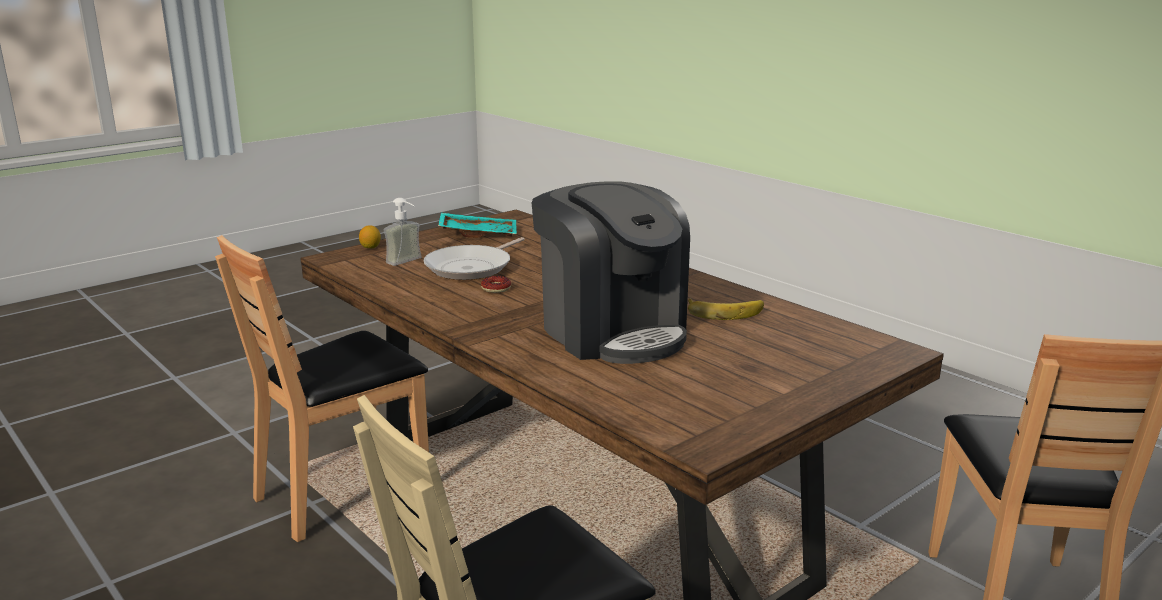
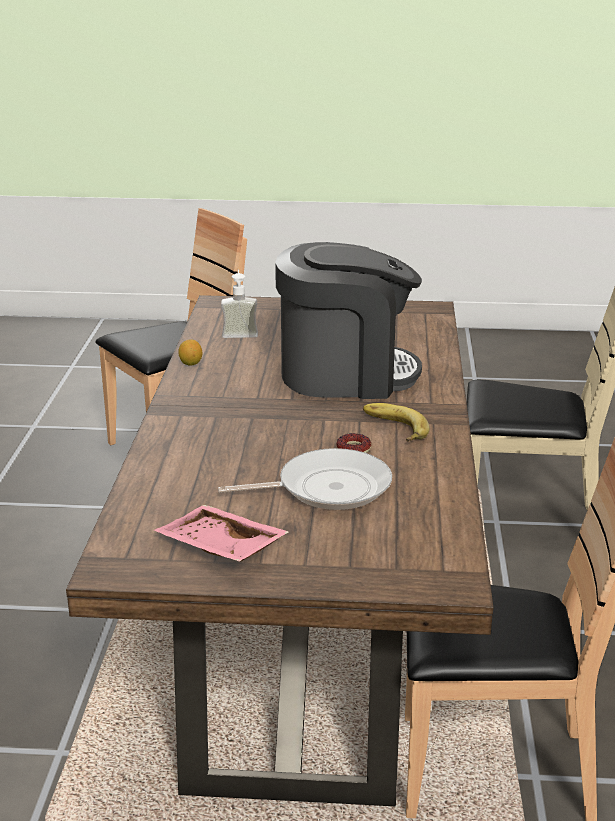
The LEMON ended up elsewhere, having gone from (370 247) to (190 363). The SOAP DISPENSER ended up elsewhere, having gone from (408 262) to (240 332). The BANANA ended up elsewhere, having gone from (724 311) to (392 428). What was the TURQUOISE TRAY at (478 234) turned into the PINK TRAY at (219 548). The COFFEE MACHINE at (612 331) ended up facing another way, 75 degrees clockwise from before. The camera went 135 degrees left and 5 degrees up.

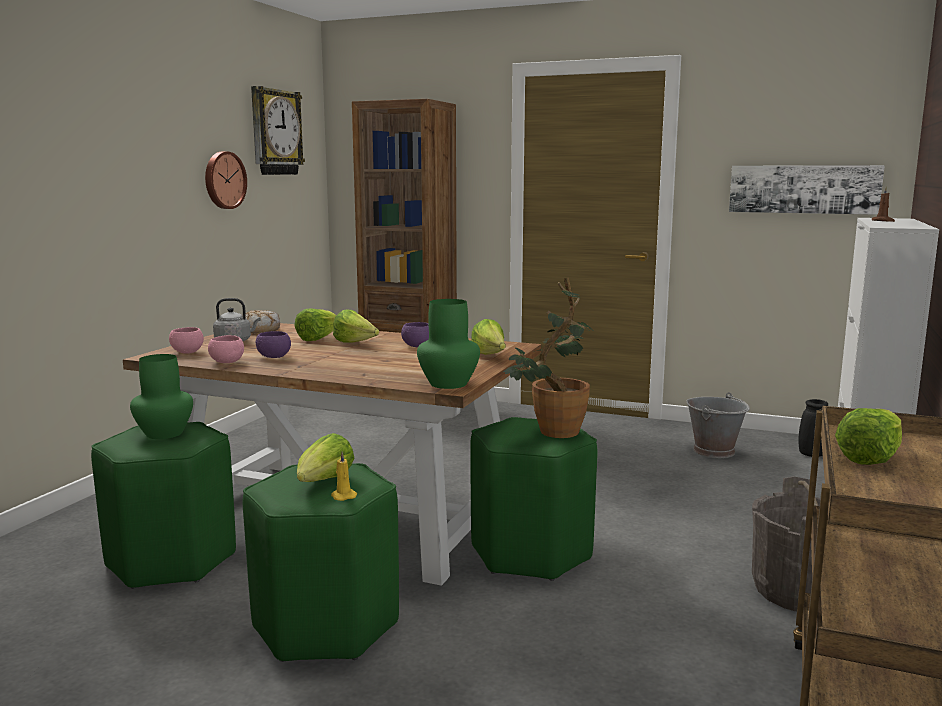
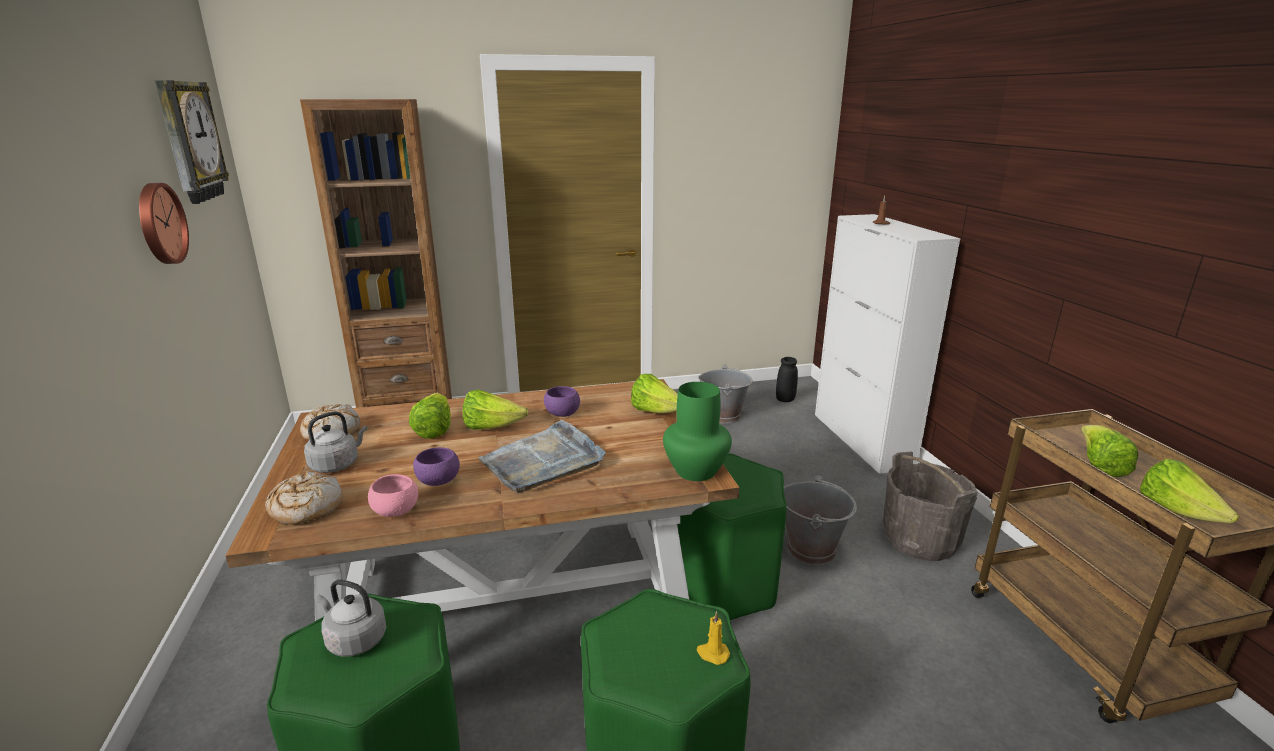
The second view lost the POTTED PLANT at (551 433). The second view lost the PICTURE at (803 189). The second view gained the GREY TRAY at (543 461). The second view gained the GREY BUCKET at (811 549). The LETTUCE ended up elsewhere, having gone from (324 482) to (1176 512). Where the GREEN VASE stood at (163 433), the GREY KETTLE came to stand at (354 640). Where the PINK BOWL stood at (187 352), the BREAD came to stand at (305 508). The camera went 35 degrees left and 10 degrees up.

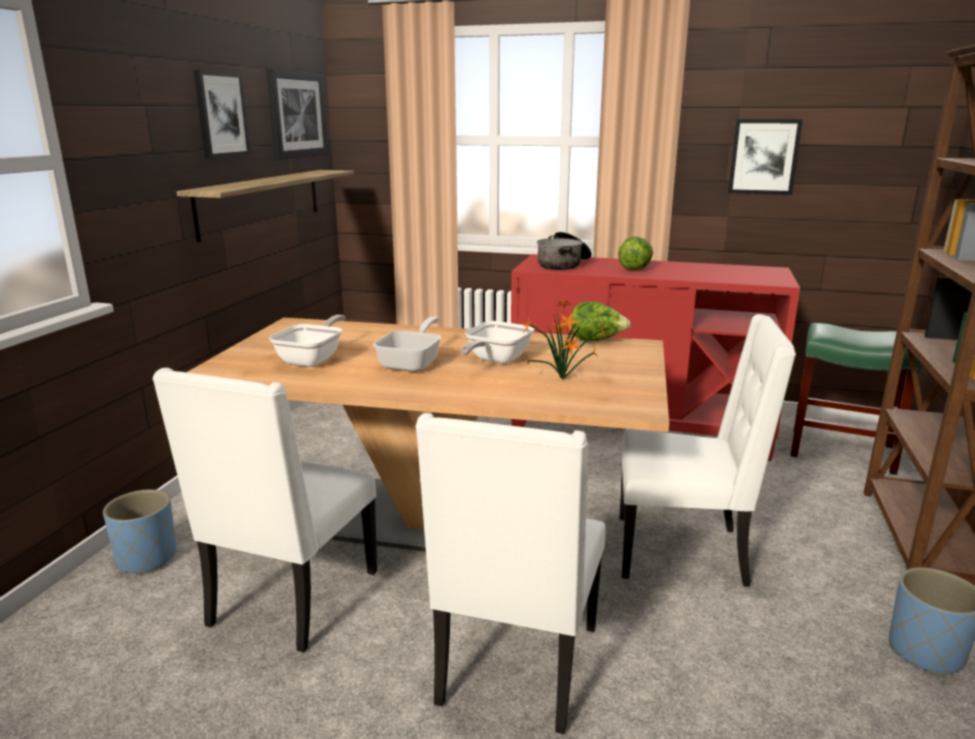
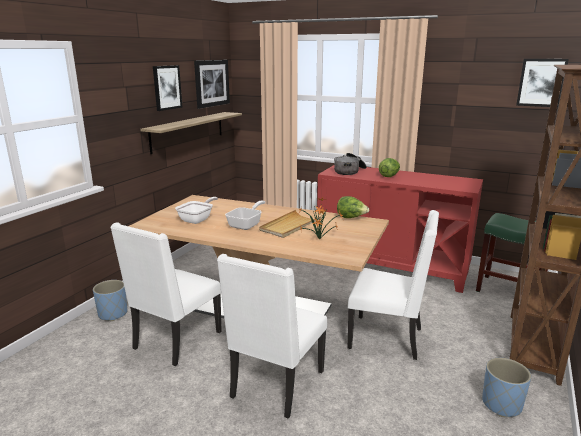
The PICTURE ended up elsewhere, having gone from (763 156) to (541 82). Where the FRYING PAN stood at (495 360), the BEIGE TRAY came to stand at (290 226). The camera went 10 degrees right and 0 degrees up.

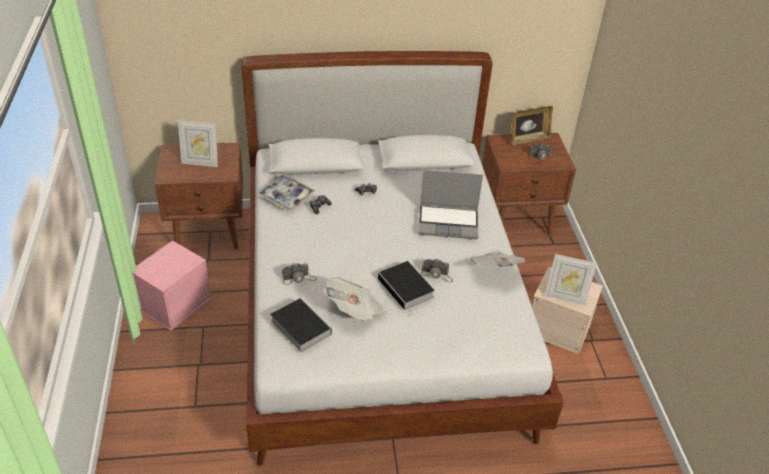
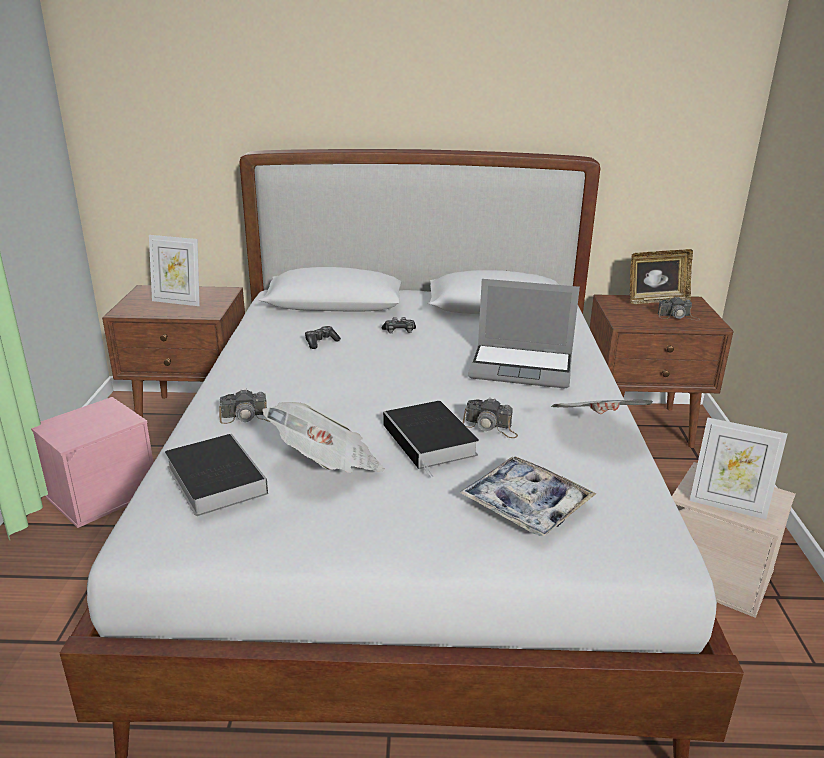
The TRAY ended up elsewhere, having gone from (285 197) to (526 505). The camera went 10 degrees right and 15 degrees down.

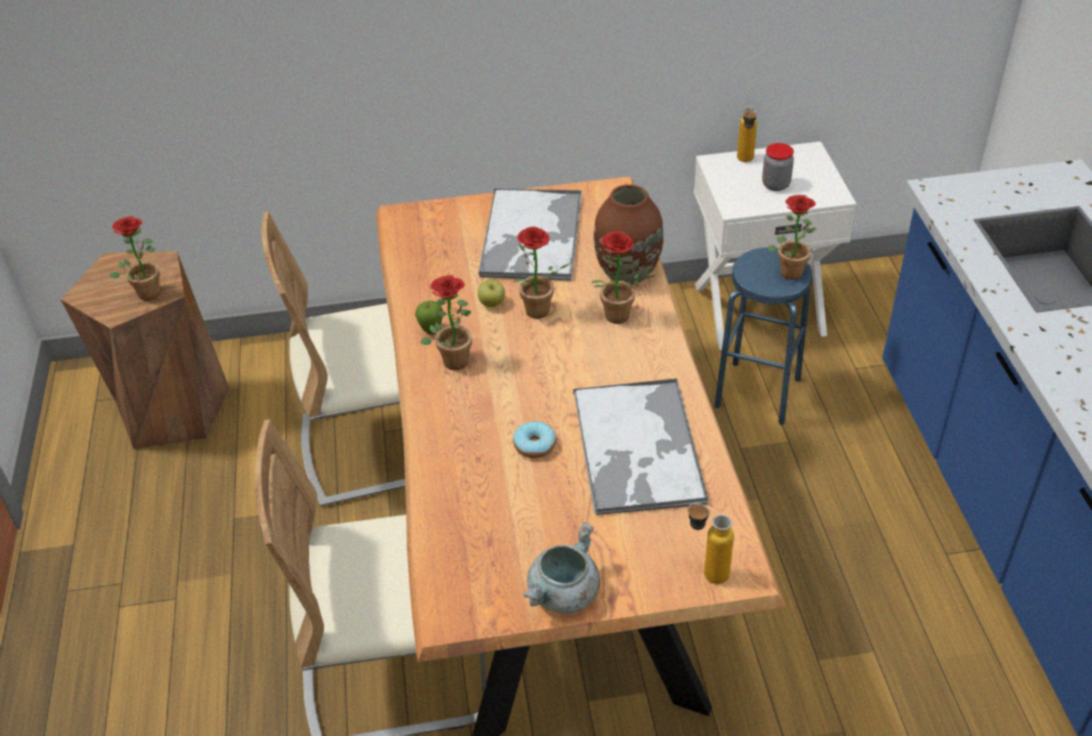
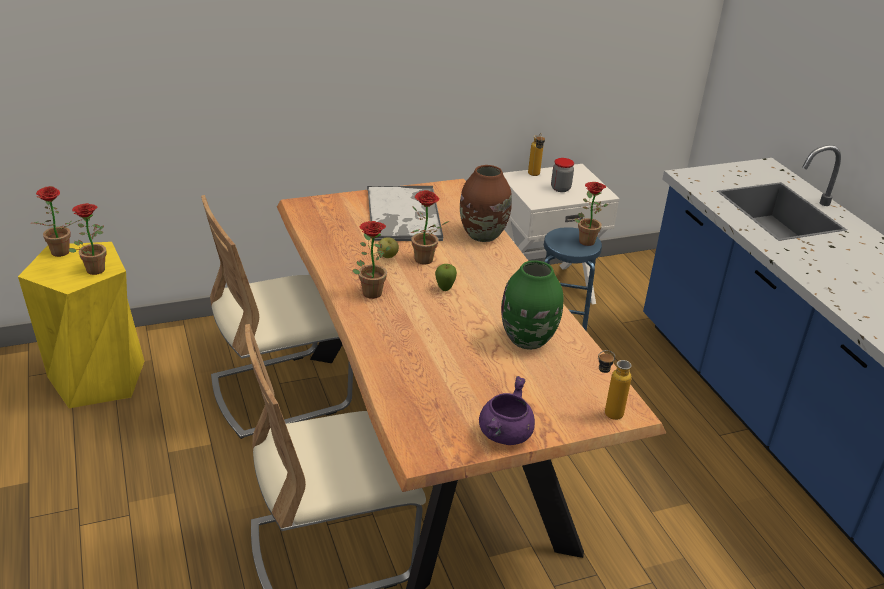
The second view lost the DONUT at (535 445). The APPLE ended up elsewhere, having gone from (431 331) to (444 289). The POTTED PLANT ended up elsewhere, having gone from (616 319) to (58 254). Where the TRAY stood at (638 448), the GREEN VASE came to stand at (528 340). What was the BROWN STOOL at (172 409) turned into the YELLOW STOOL at (97 378). What was the GREY COOKING POT at (563 595) turned into the PURPLE COOKING POT at (505 435). The camera went 15 degrees left and 10 degrees down.

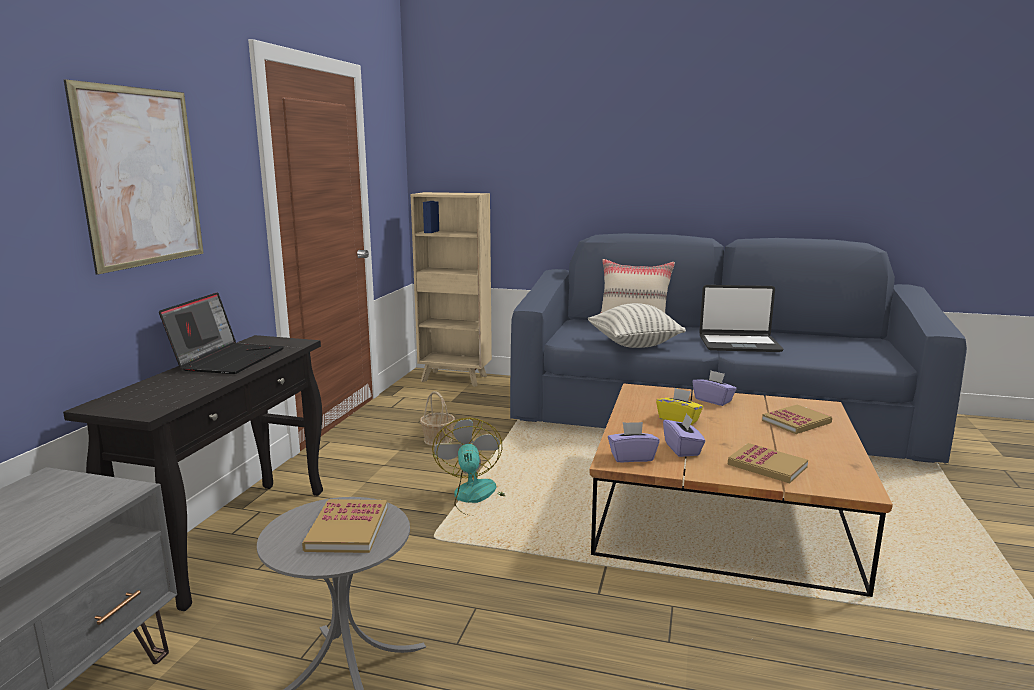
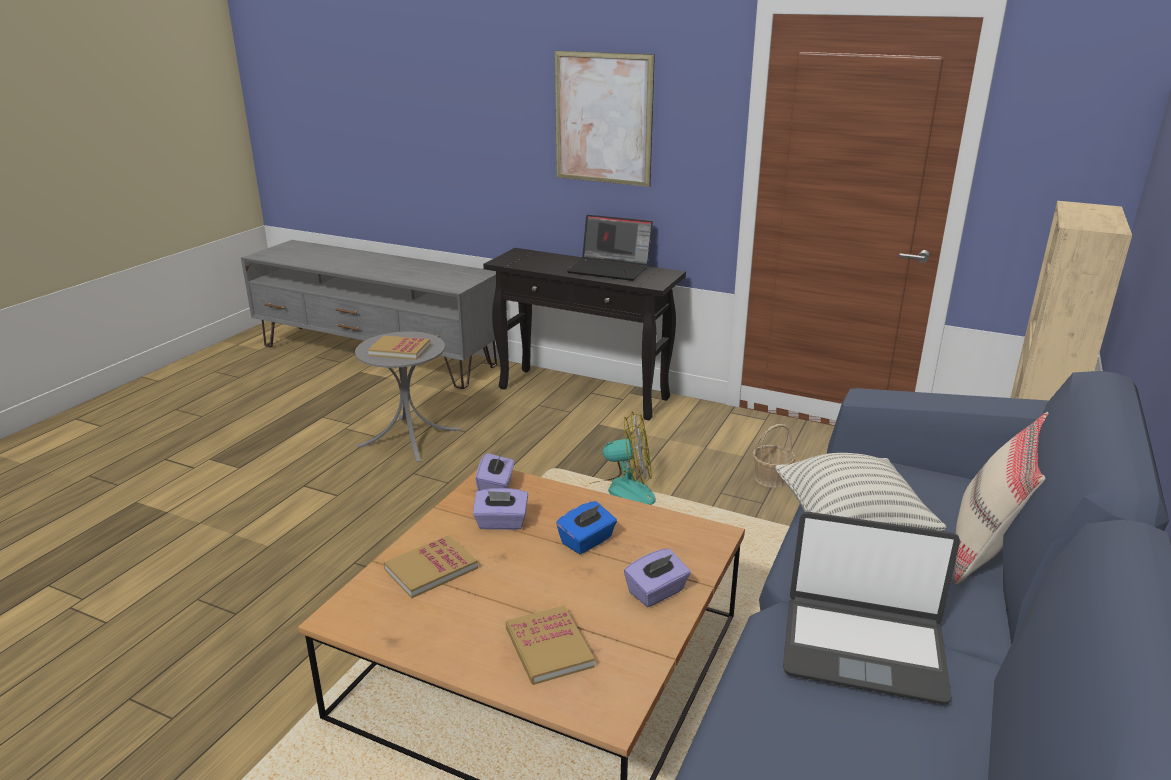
What was the YELLOW TISSUE BOX at (678 420) turned into the BLUE TISSUE BOX at (587 541). The LAPTOP at (739 344) ended up facing another way, 90 degrees counterclockwise from before. The camera went 100 degrees right and 10 degrees up.

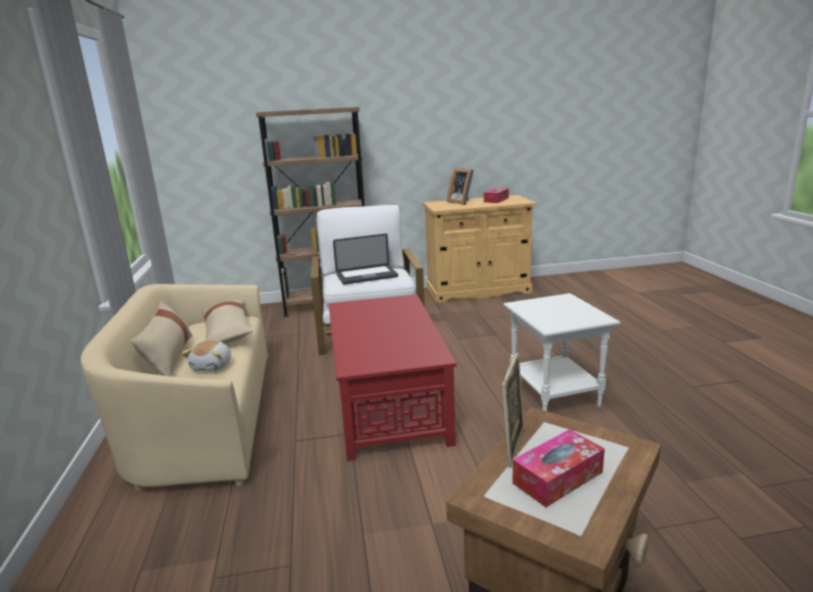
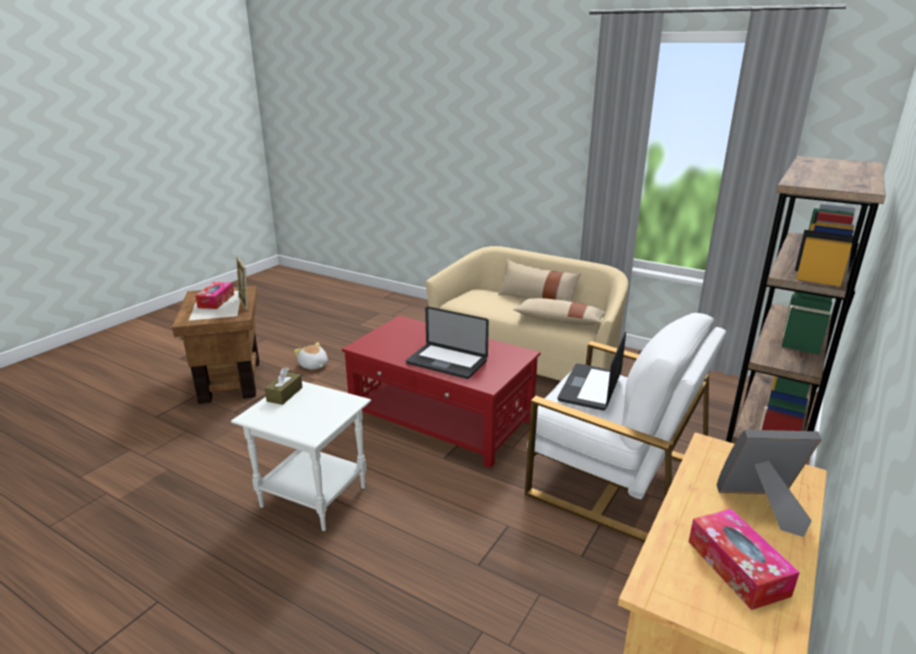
The second view gained the BROWN TISSUE BOX at (284 394). The second view gained the LAPTOP at (446 362). The PLUSH TOY ended up elsewhere, having gone from (213 366) to (313 365). The camera went 130 degrees right and 5 degrees up.

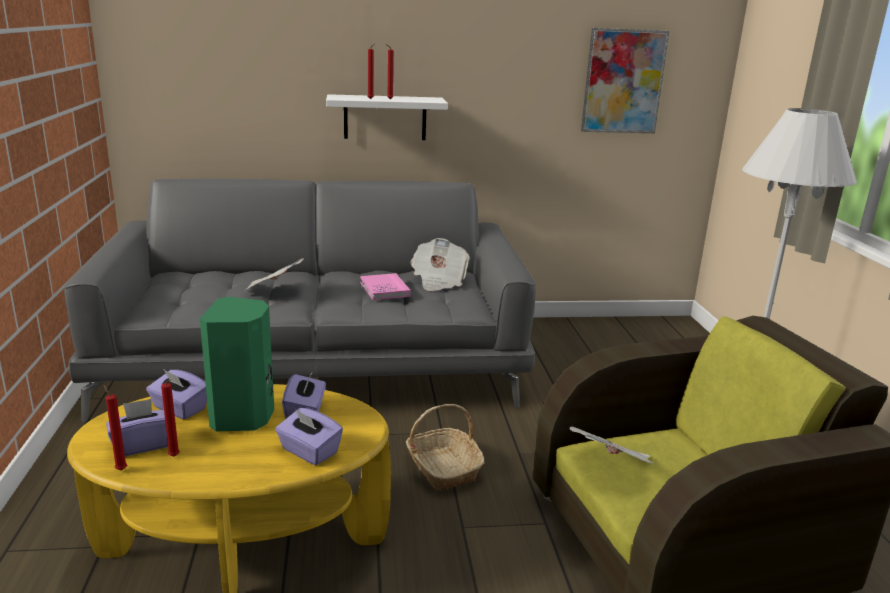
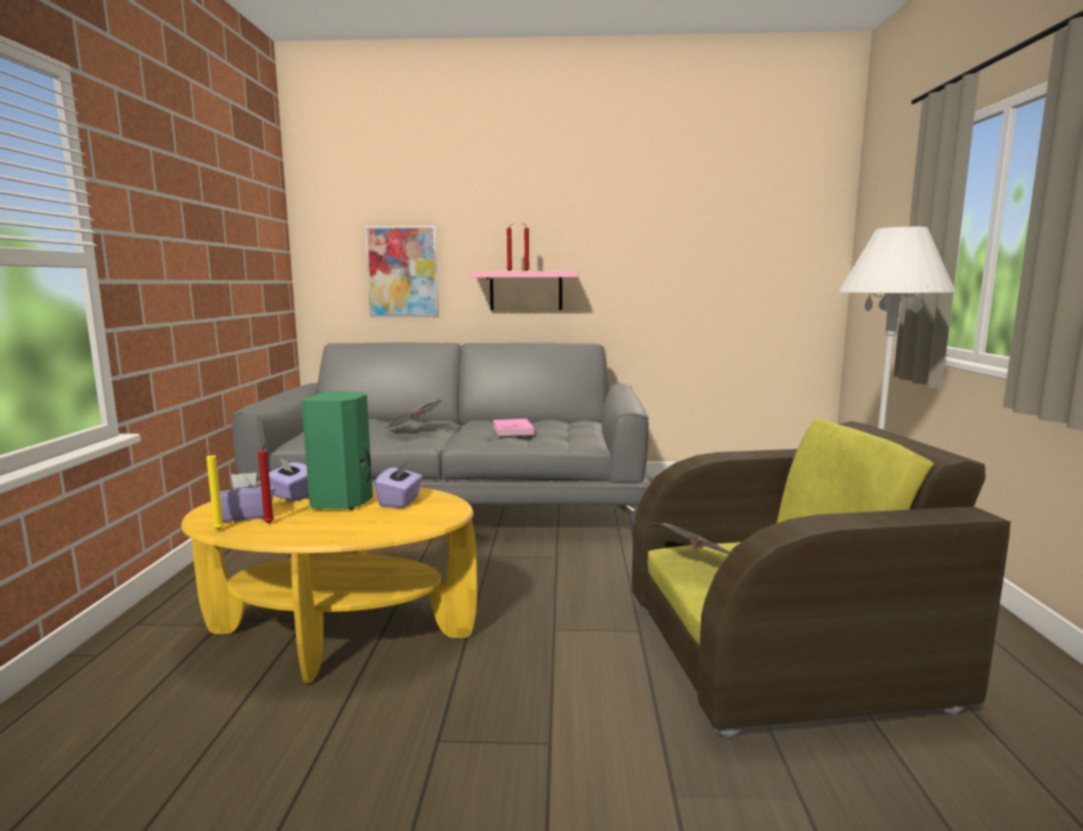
The second view lost the PURPLE TISSUE BOX at (309 451). The second view lost the BASKET at (442 468). The second view lost the NEWSPAPER at (438 281). The PICTURE ended up elsewhere, having gone from (623 81) to (402 272). What was the RED CANDLE at (120 469) turned into the YELLOW CANDLE at (218 529). What was the WHITE SHELF at (385 117) turned into the PINK SHELF at (526 291). The camera went 10 degrees right and 10 degrees down.

